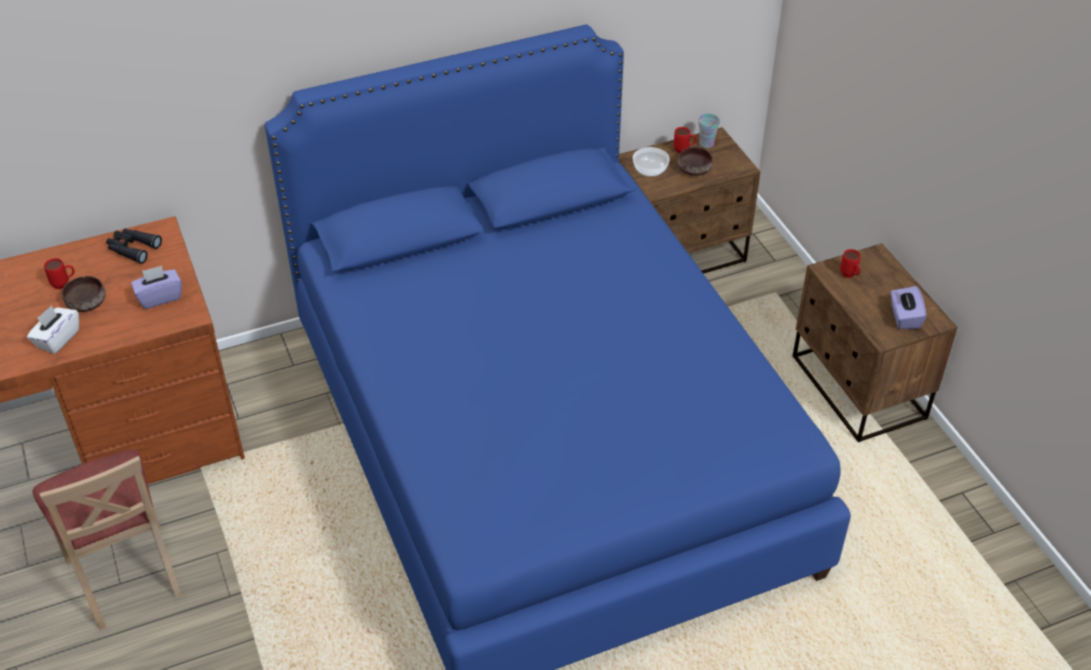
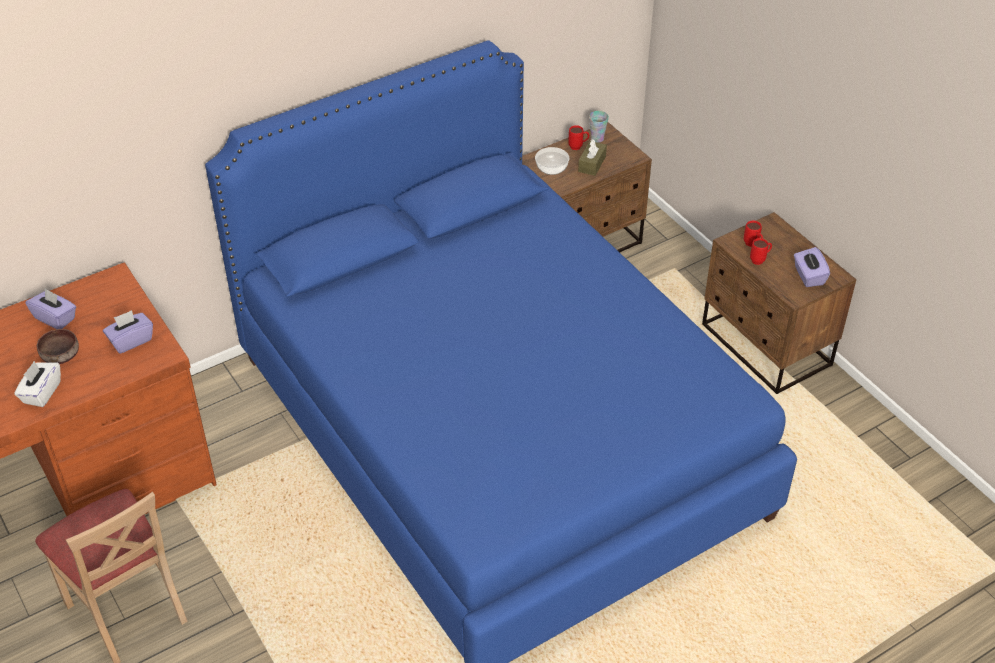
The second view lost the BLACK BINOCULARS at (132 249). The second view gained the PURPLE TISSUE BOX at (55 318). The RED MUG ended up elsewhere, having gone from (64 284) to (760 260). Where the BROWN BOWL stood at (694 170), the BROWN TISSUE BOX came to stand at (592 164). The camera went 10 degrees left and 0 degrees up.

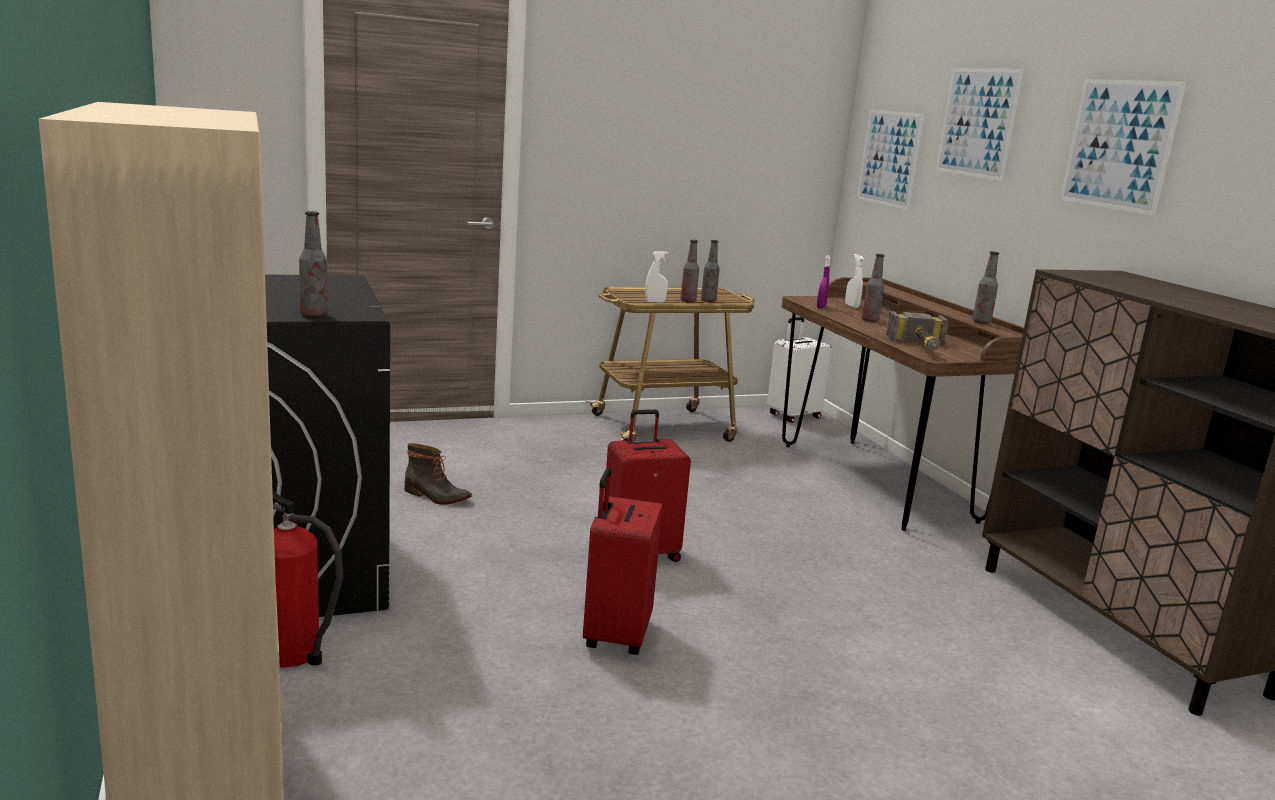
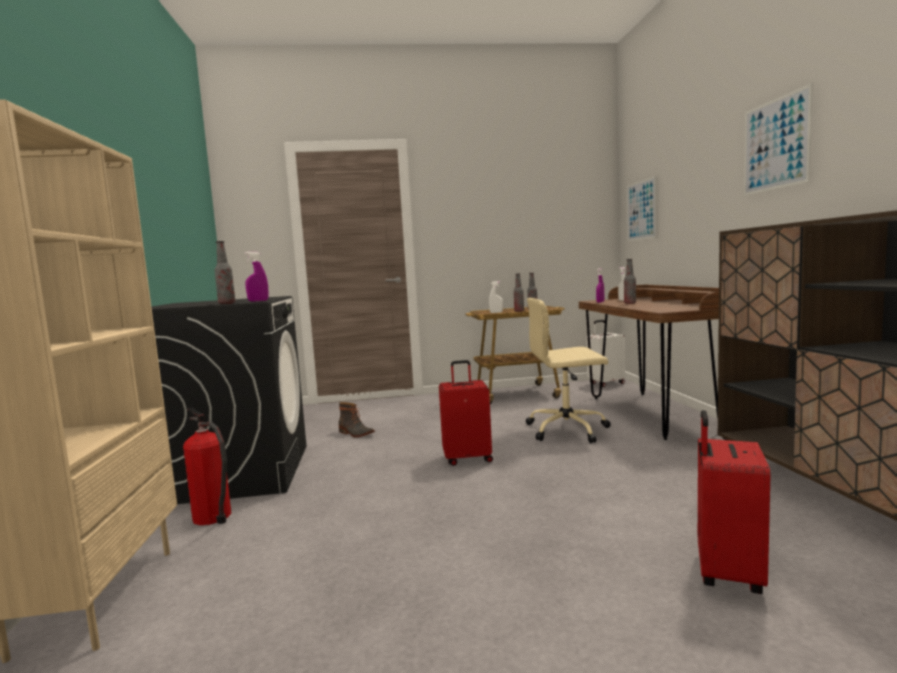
The second view lost the HAMMER at (921 348). The second view lost the PICTURE at (977 123). The second view lost the BOTTLE at (981 322). The second view gained the PURPLE SPRAY BOTTLE at (258 301). The second view gained the BEIGE OFFICE CHAIR at (568 429). The RED SUITCASE ended up elsewhere, having gone from (615 635) to (726 573). The camera went 15 degrees right and 10 degrees down.

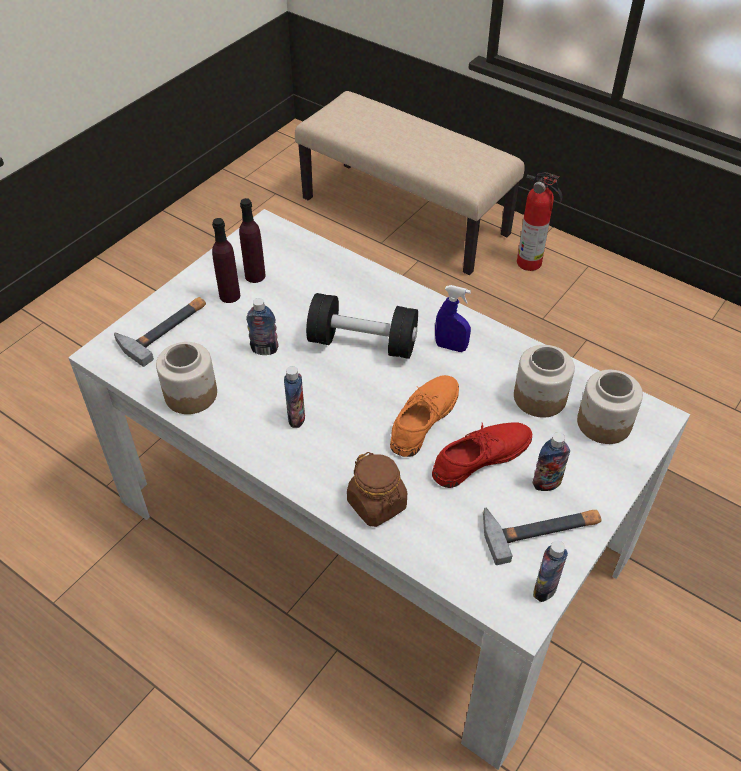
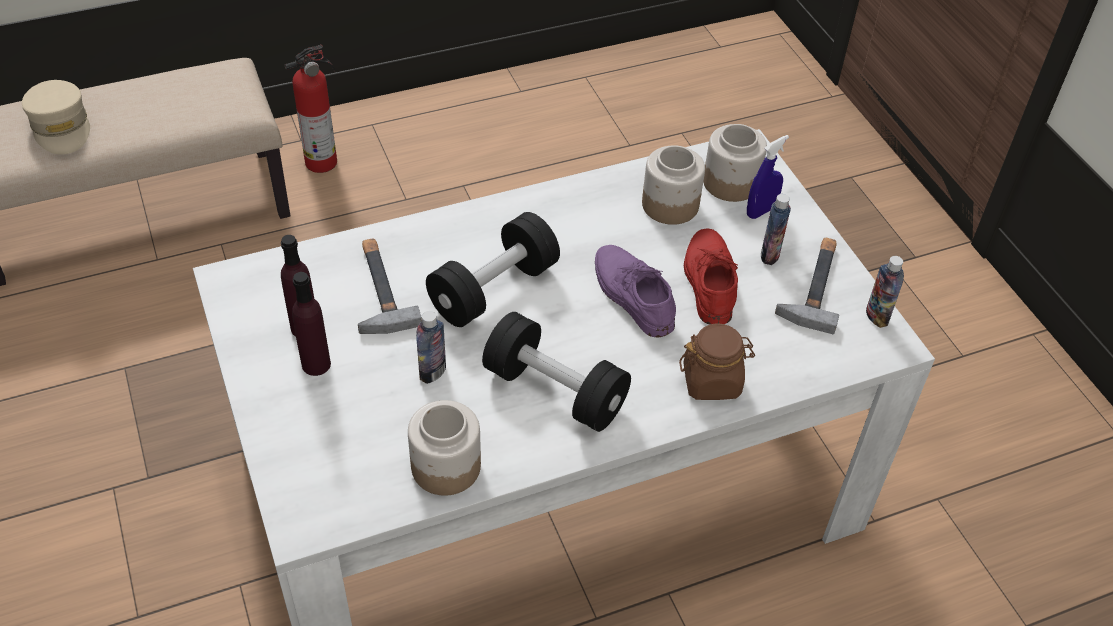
The second view gained the BEIGE CAP at (61 127). The HAMMER ended up elsewhere, having gone from (165 328) to (378 288). The BLUE SPRAY BOTTLE ended up elsewhere, having gone from (451 347) to (761 211). Where the BOTTLE stood at (296 418), the BLACK DUMBBELL came to stand at (555 391). What was the ORANGE SHOE at (423 417) turned into the PURPLE SHOE at (631 294). The camera went 60 degrees left and 0 degrees up.

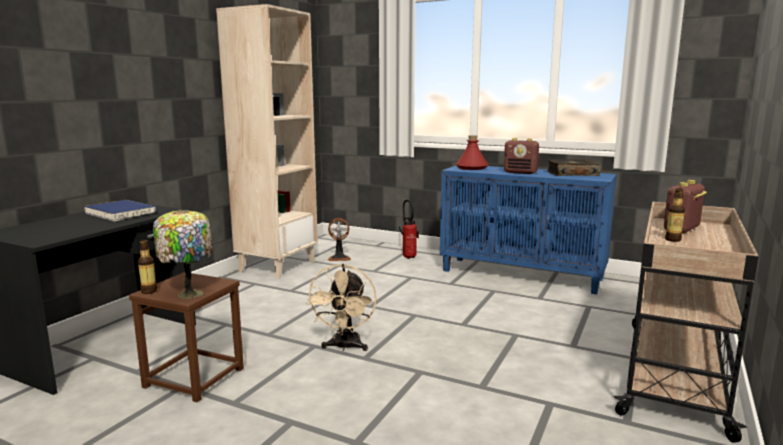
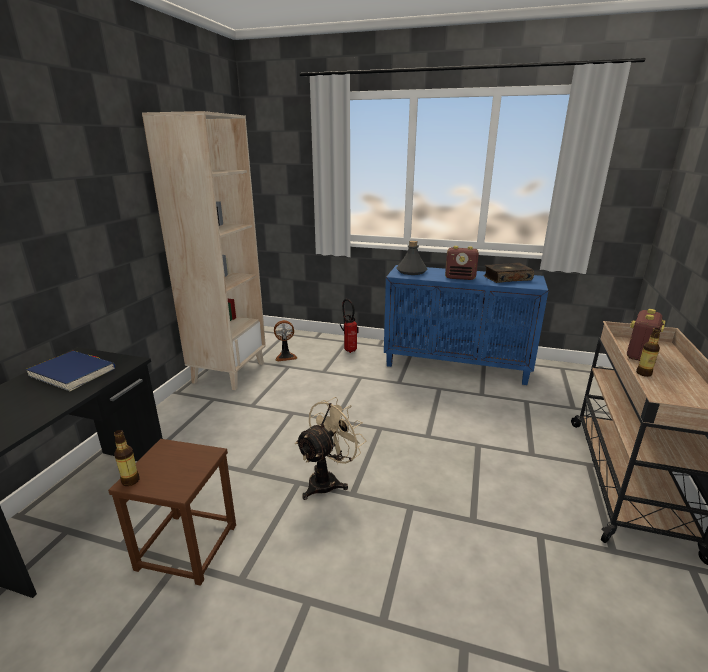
The second view lost the TABLE LAMP at (188 293). What was the RED BOTTLE at (471 168) turned into the GREY BOTTLE at (411 271). The BEIGE FAN at (345 347) ended up facing another way, 135 degrees counterclockwise from before. The camera went 10 degrees left and 10 degrees up.

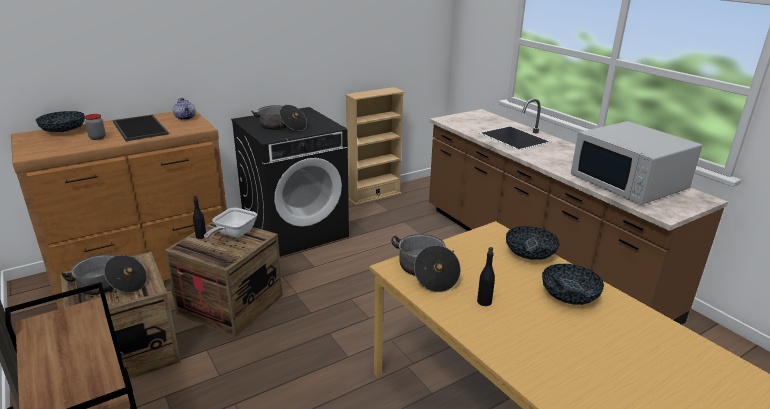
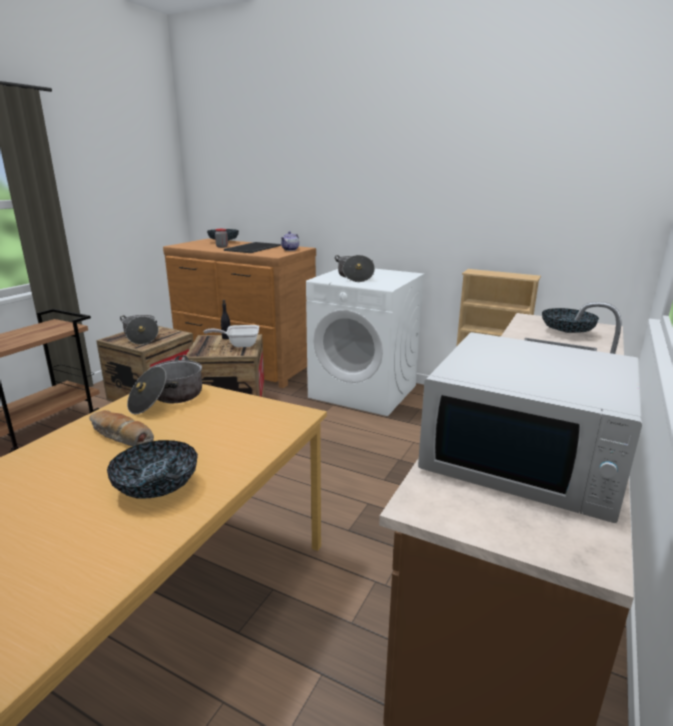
The BOWL ended up elsewhere, having gone from (530 254) to (567 332). Where the BLACK BOTTLE stood at (484 301), the BREAD came to stand at (120 436). What was the BLACK WASHING MACHINE at (296 230) turned into the WHITE WASHING MACHINE at (364 391). The WHITE MICROWAVE at (629 183) ended up facing another way, 90 degrees counterclockwise from before. The camera went 60 degrees right and 5 degrees down.

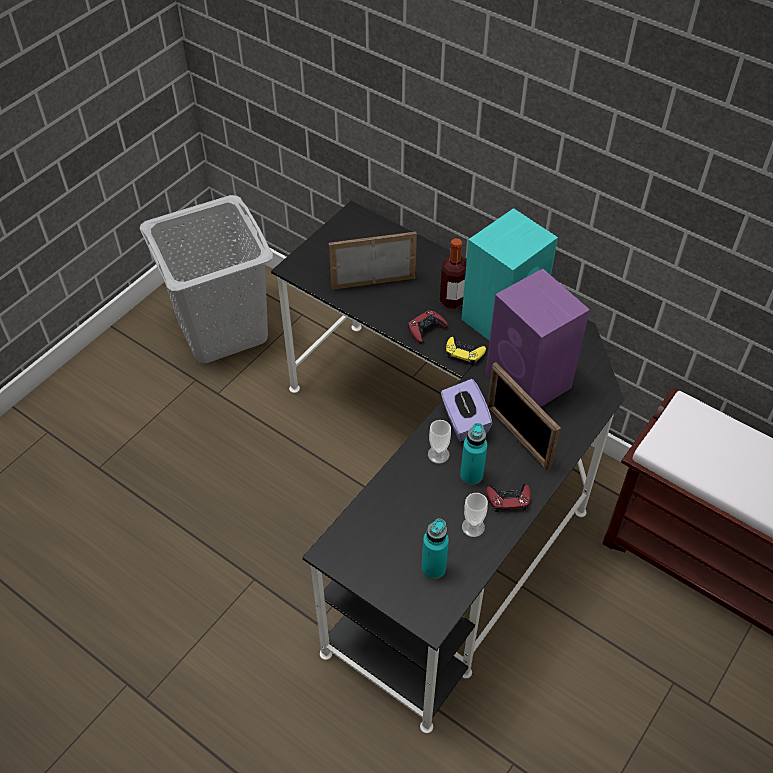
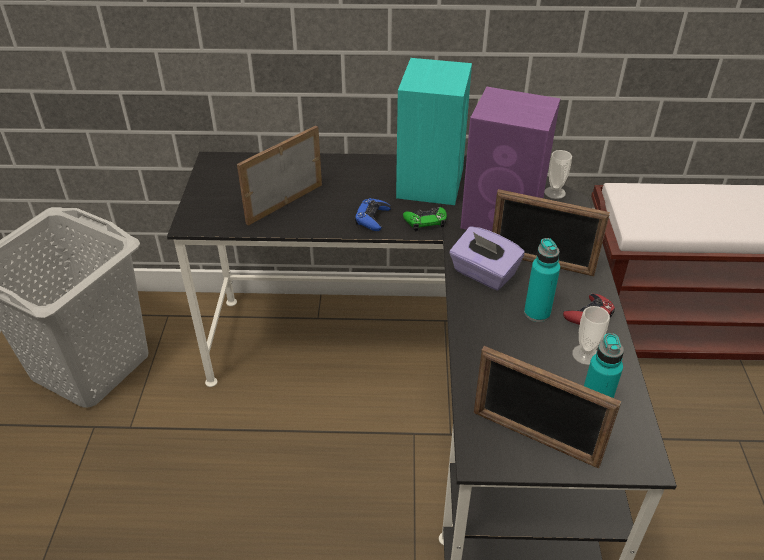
The second view lost the BOTTLE at (452 301). The second view gained the PICTURE FRAME at (534 438). The CUP ended up elsewhere, having gone from (438 454) to (554 192). What was the RED GAME CONTROLLER at (426 329) turned into the BLUE GAME CONTROLLER at (372 218). What was the YELLOW GAME CONTROLLER at (464 353) turned into the GREEN GAME CONTROLLER at (425 221). The camera went 35 degrees left and 10 degrees down.

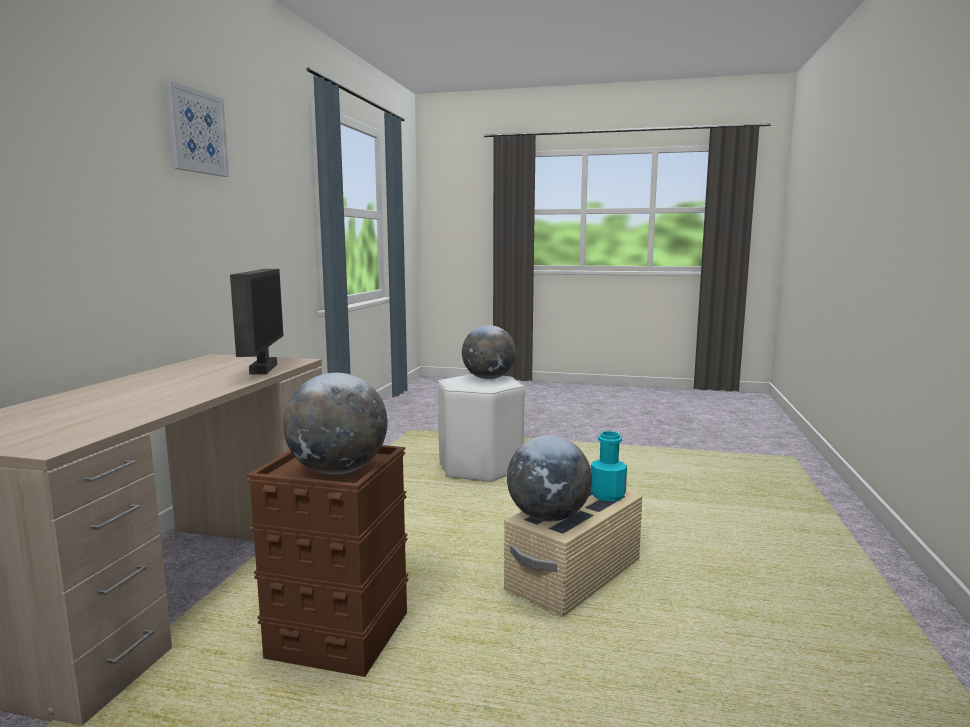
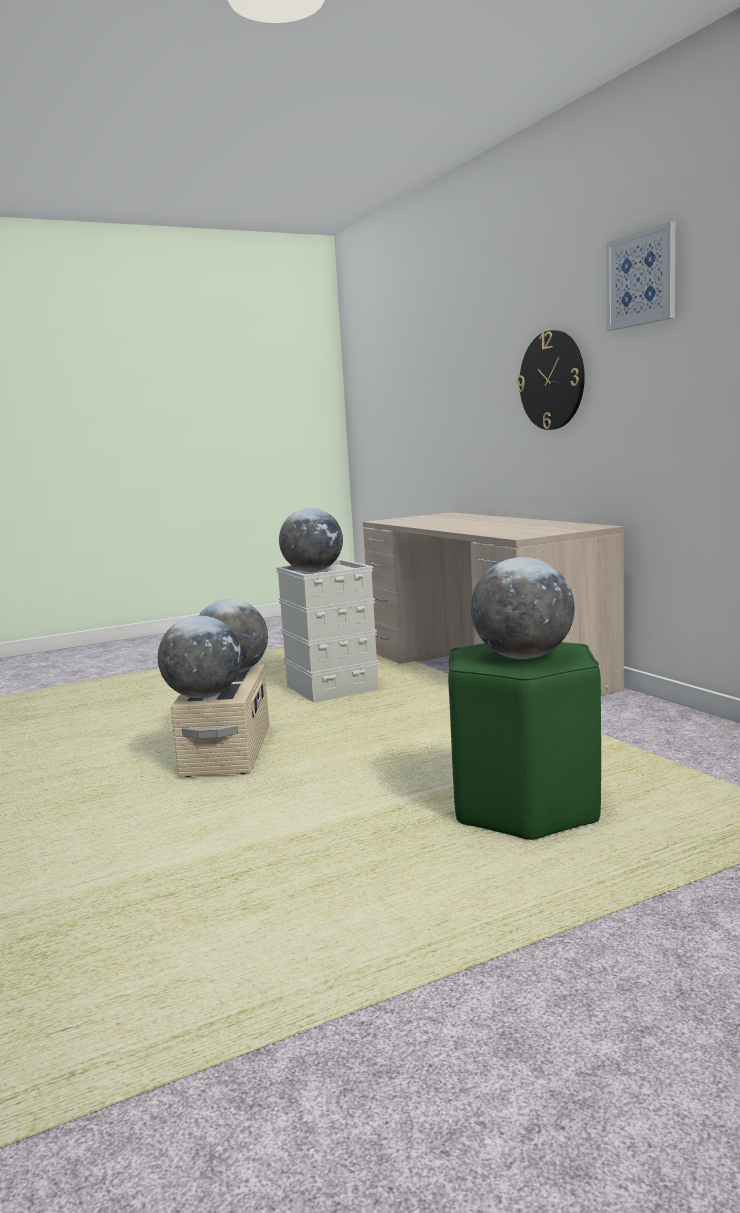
The second view lost the MONITOR at (261 369). The second view gained the WALL CLOCK at (552 380). Where the TURQUOISE BOTTLE stood at (607 495), the GLOBE came to stand at (204 696). What was the BROWN STORAGE BOX at (340 637) turned into the GREY STORAGE BOX at (330 689). What was the WHITE STOOL at (480 468) turned into the GREEN STOOL at (524 807). The camera went 140 degrees right and 0 degrees up.

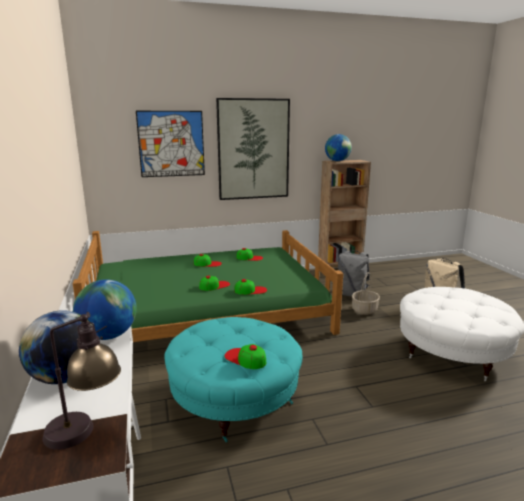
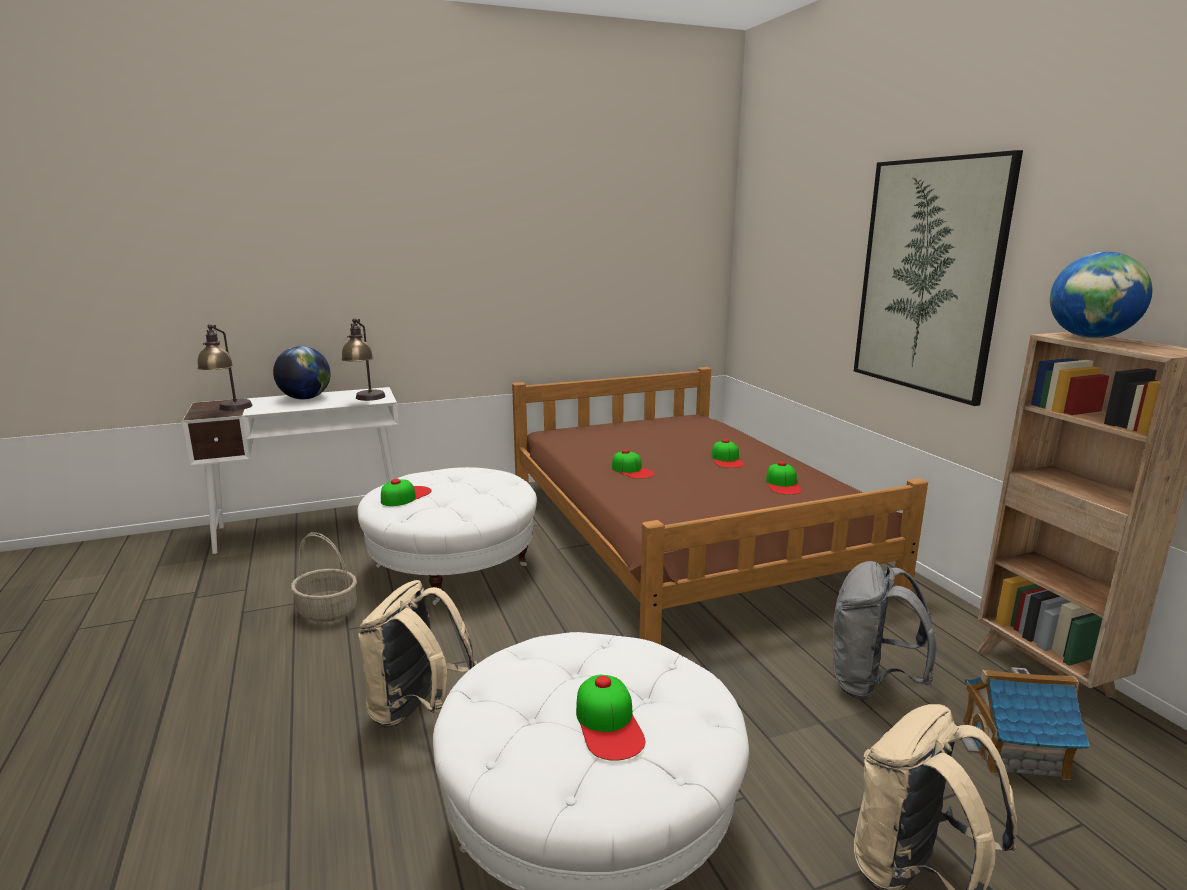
The second view lost the PICTURE at (171 144). The second view gained the BEIGE BACKPACK at (416 710). The second view gained the TOY HOUSE at (1014 749). The CAP ended up elsewhere, having gone from (250 290) to (609 724). The BASKET ended up elsewhere, having gone from (364 310) to (328 611). Where the GLOBE stood at (108 336), the TABLE LAMP came to stand at (366 400). What was the GREEN BED at (209 313) turned into the BROWN BED at (683 531). What was the TURQUOISE OTTOMAN at (235 399) turned into the WHITE OTTOMAN at (452 566). The camera went 85 degrees right and 0 degrees up.

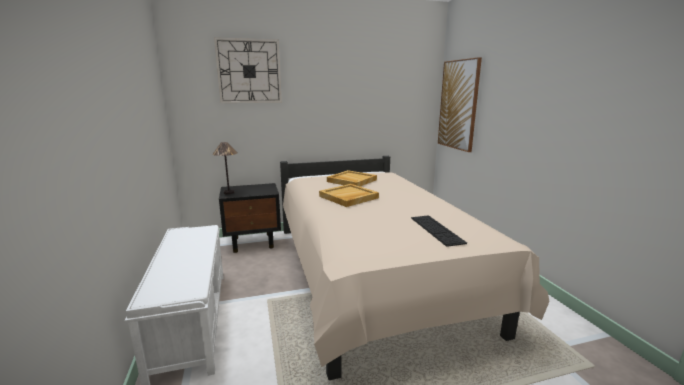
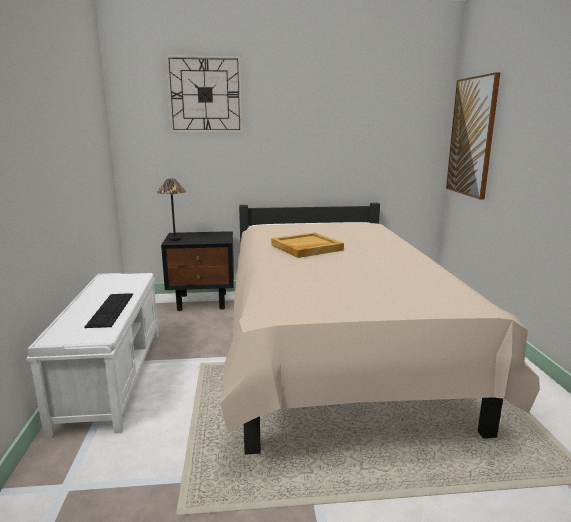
The second view lost the BEIGE TRAY at (351 181). The KEYBOARD ended up elsewhere, having gone from (436 230) to (111 310). The camera went 10 degrees right and 0 degrees up.

